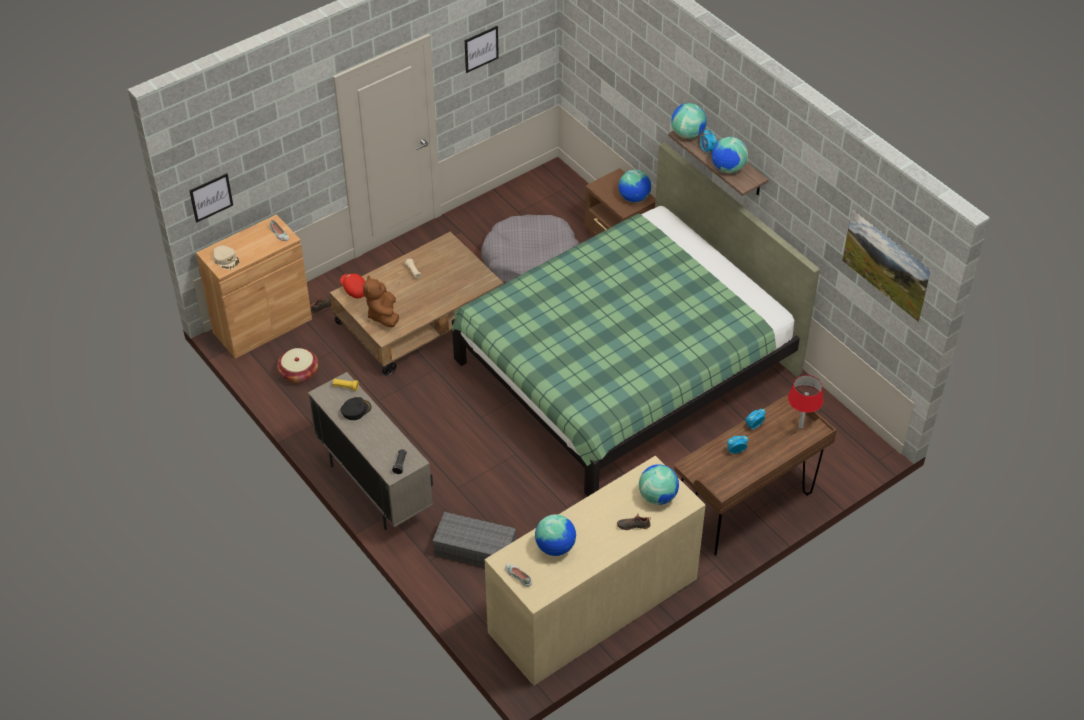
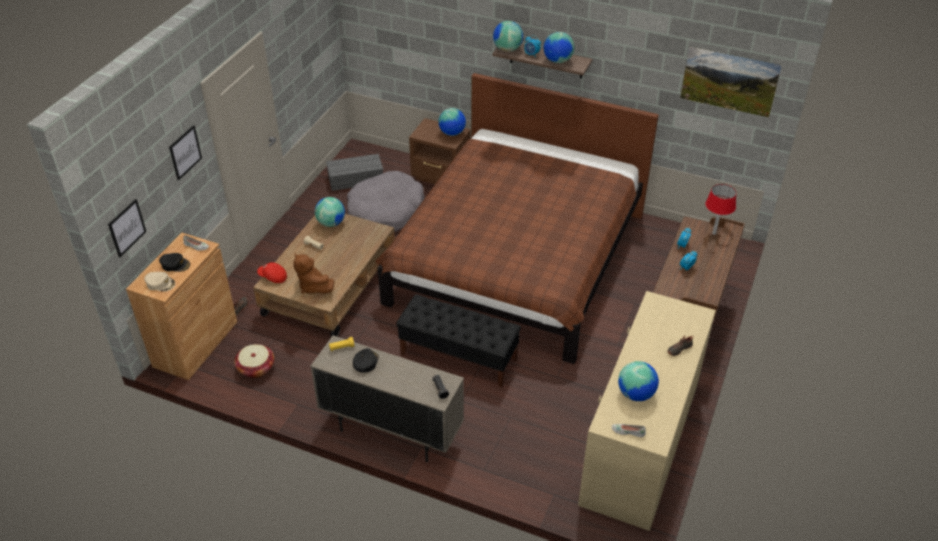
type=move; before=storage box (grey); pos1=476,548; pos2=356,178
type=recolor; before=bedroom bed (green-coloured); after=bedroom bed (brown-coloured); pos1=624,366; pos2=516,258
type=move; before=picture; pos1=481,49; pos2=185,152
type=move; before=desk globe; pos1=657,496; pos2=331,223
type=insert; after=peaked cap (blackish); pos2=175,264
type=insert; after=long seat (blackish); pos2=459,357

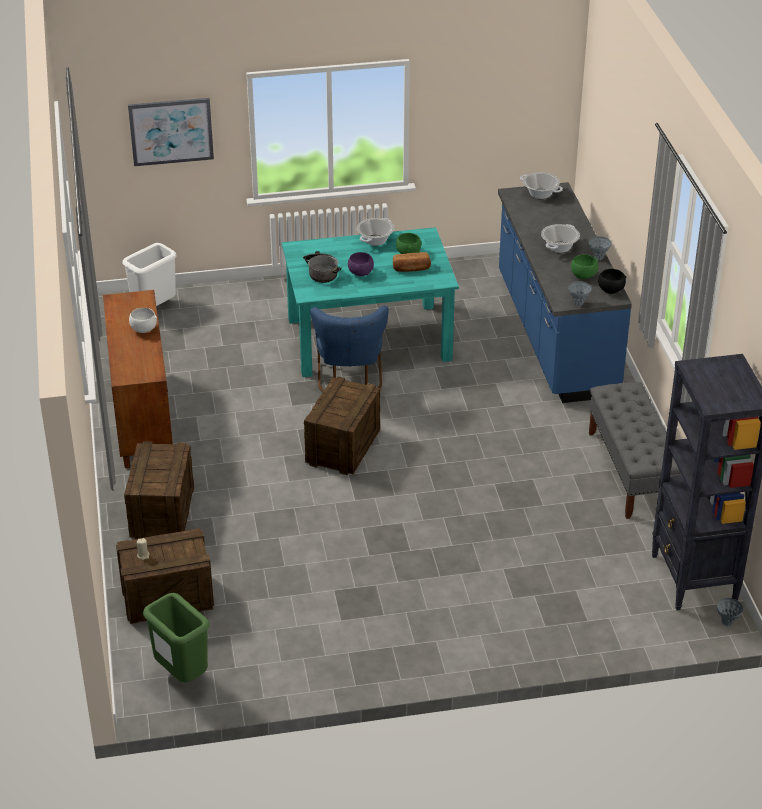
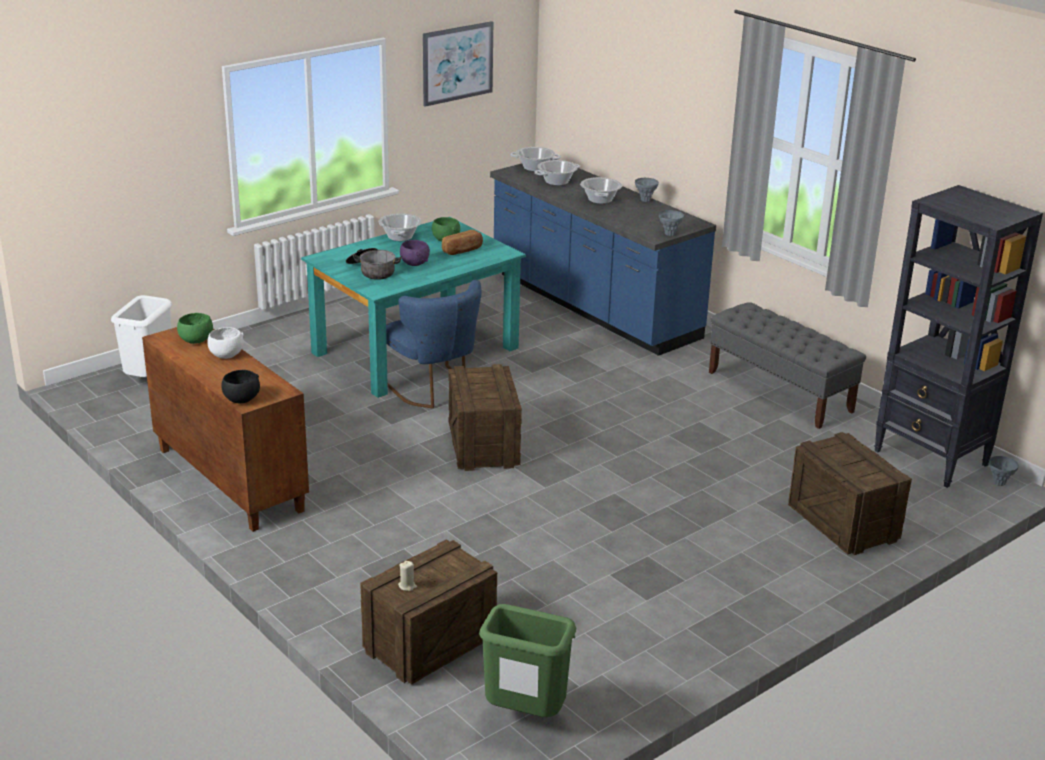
type=move; before=crate; pos1=162,512; pos2=842,522
type=move; before=picture; pos1=171,131; pos2=457,63
type=move; before=bowl (green-coloured); pos1=583,276; pos2=195,340
type=move; before=bowl (blackish); pos1=610,290; pos2=241,400
type=insert; after=saucepot; pos2=556,181

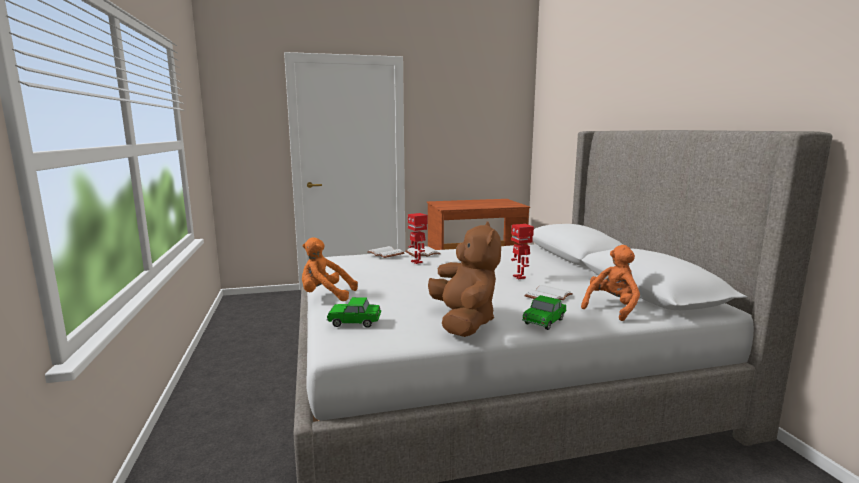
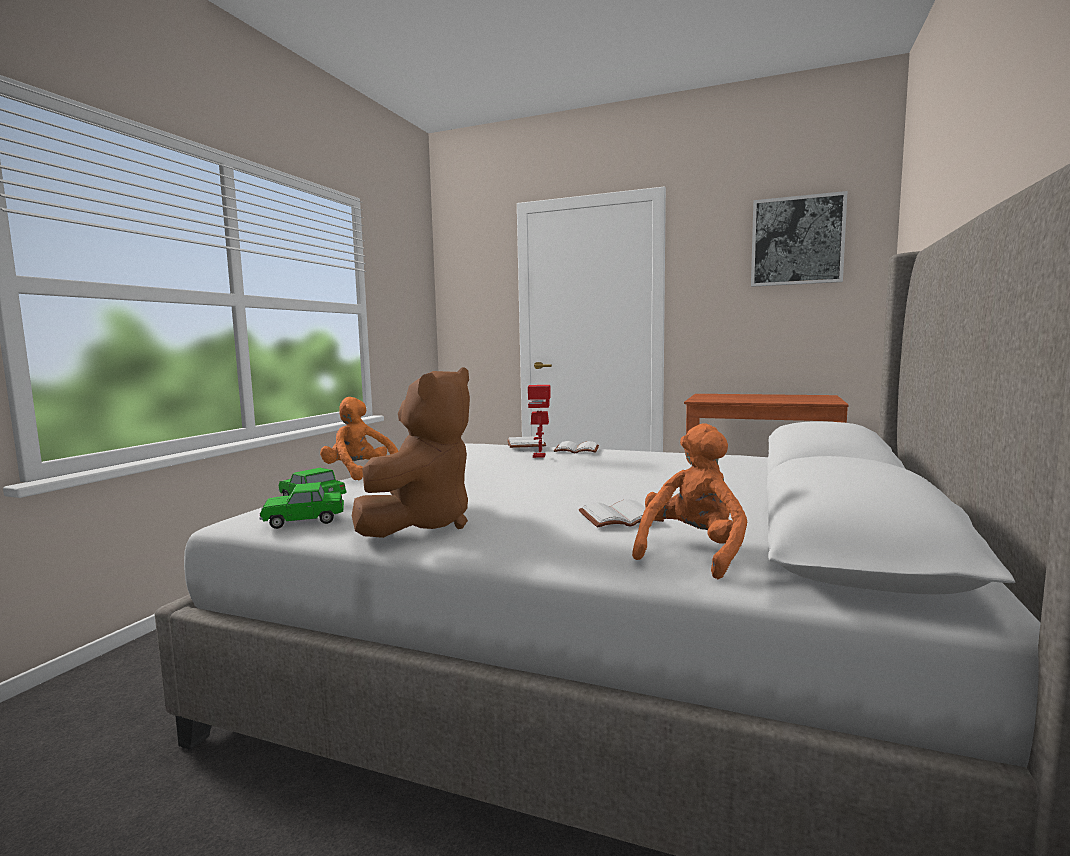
type=delete; before=robot figure; pos1=520,277
type=move; before=toy car; pos1=544,322; pos2=304,521
type=rotate; before=plush toy (orange); pos1=612,308; pos2=692,552; turn=-45
type=insert; after=picture; pos2=797,241

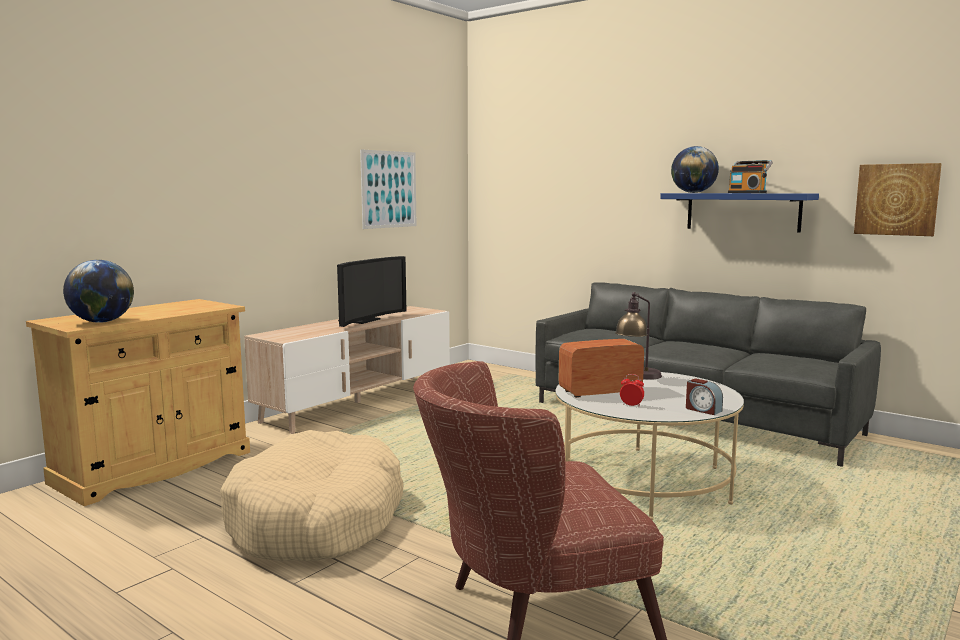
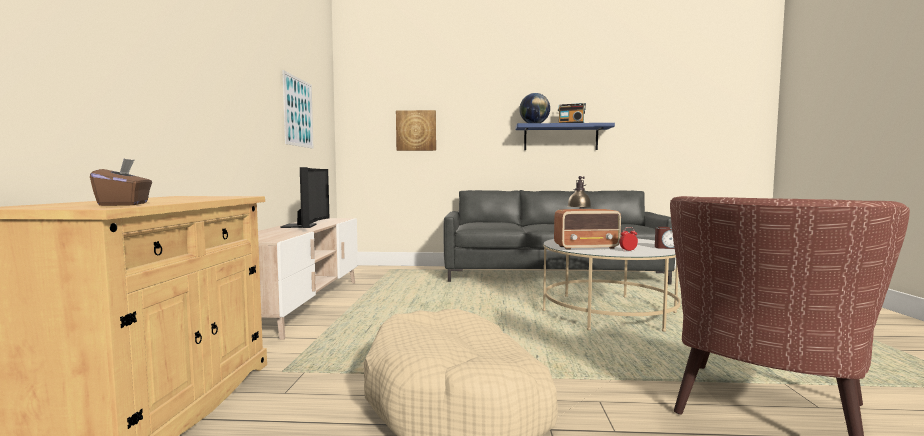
type=replace; before=desk globe; after=tissue box (brown-coloured); pos1=102,322; pos2=125,204
type=rotate; before=radio set; pos1=599,392; pos2=587,247; turn=-135
type=move; before=picture; pos1=896,199; pos2=416,130

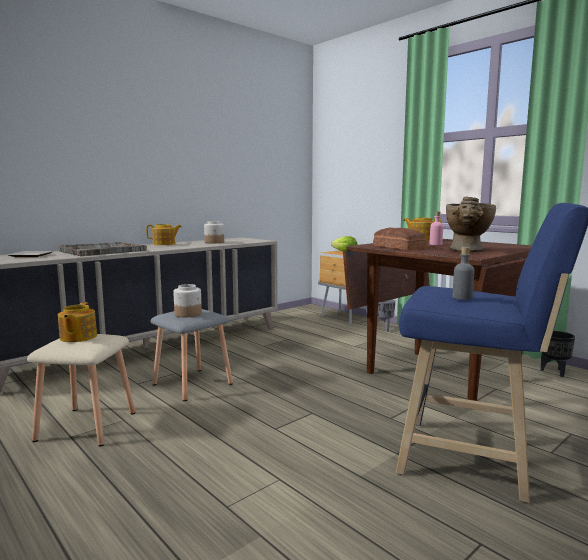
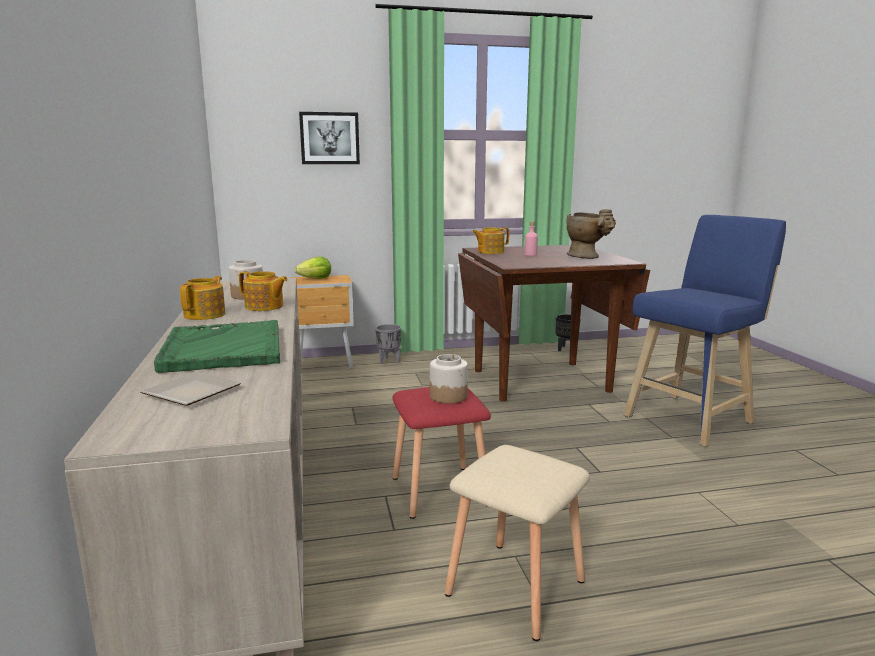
type=recolor; before=carrying tray (grey); after=carrying tray (green-coloured); pos1=102,251; pos2=223,349
type=move; before=teapot; pos1=77,337; pos2=264,307
type=recolor; before=stool (grey); after=stool (reddish); pos1=192,384; pos2=441,492
type=delete; before=baked bread; pos1=398,247
type=delete; before=bottle (grey); pos1=462,297
type=insert; after=picture; pos2=329,138

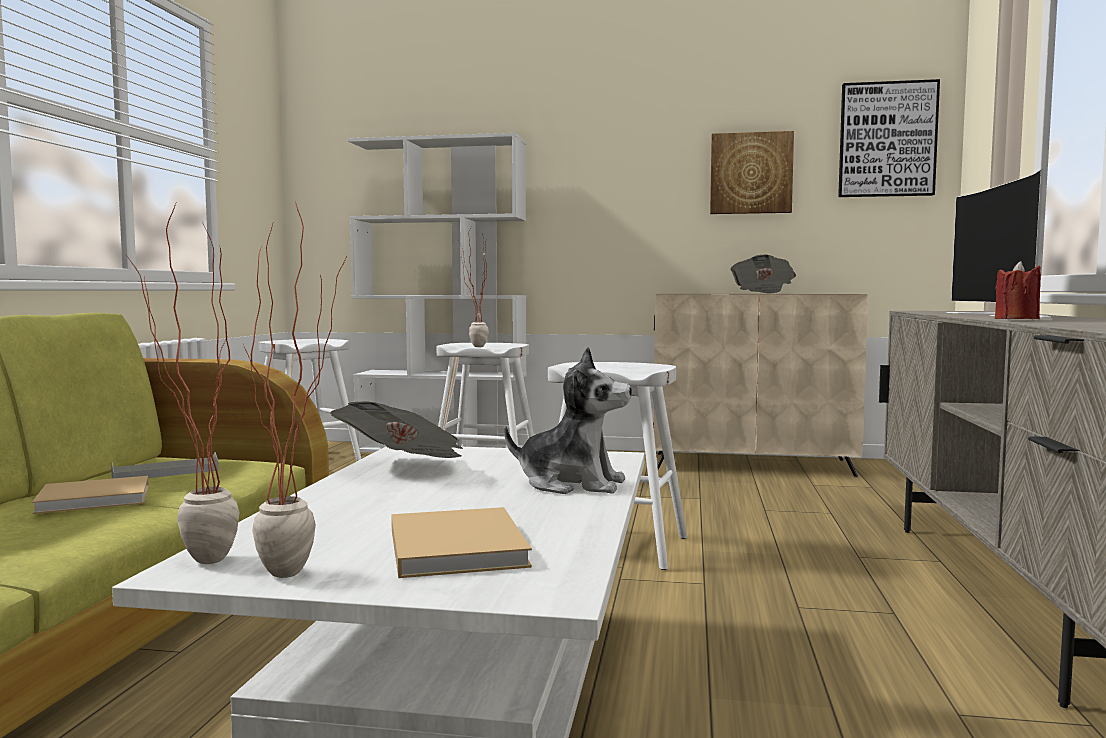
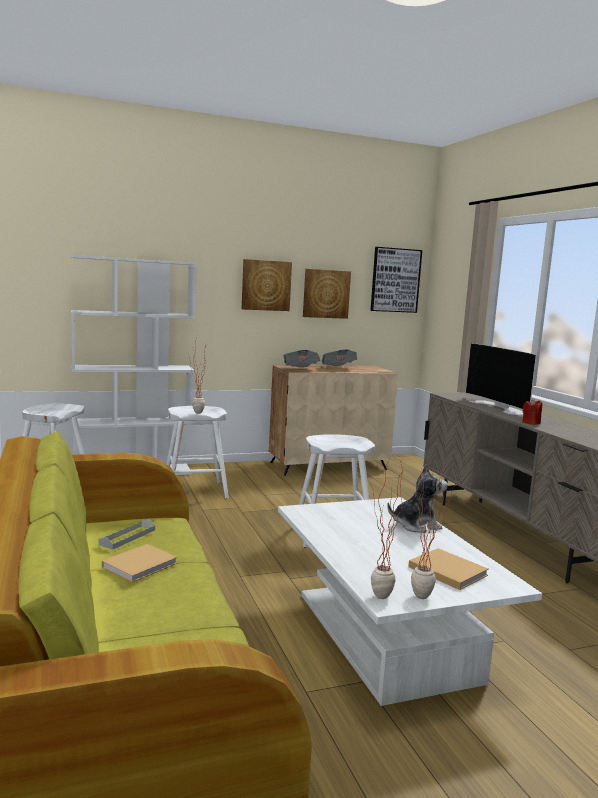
type=move; before=printed paper; pos1=404,469; pos2=301,369
type=insert; after=picture; pos2=266,285

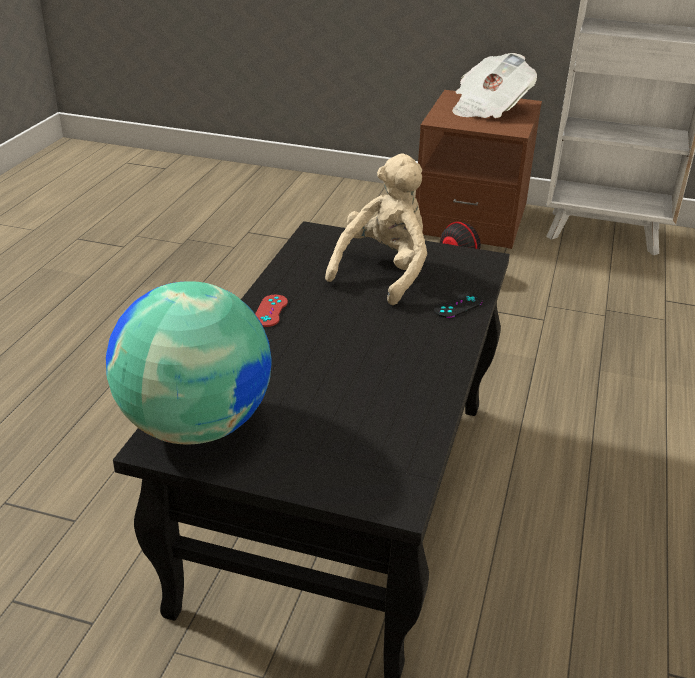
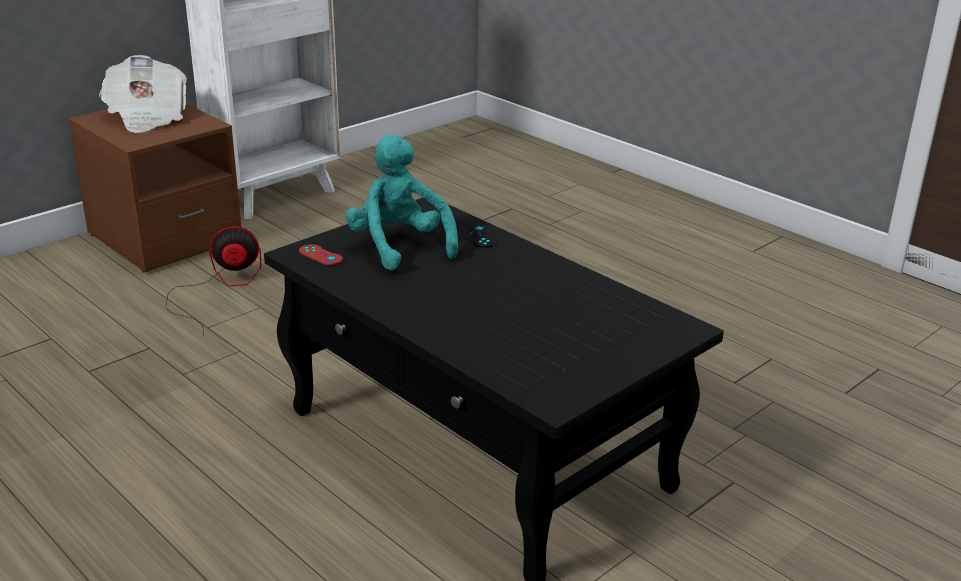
type=delete; before=desk globe; pos1=195,425
type=move; before=game controller (reddish); pos1=270,311; pos2=320,255
type=recolor; before=plush toy (beige-coloured); after=plush toy (turquoise); pos1=384,272; pos2=399,247

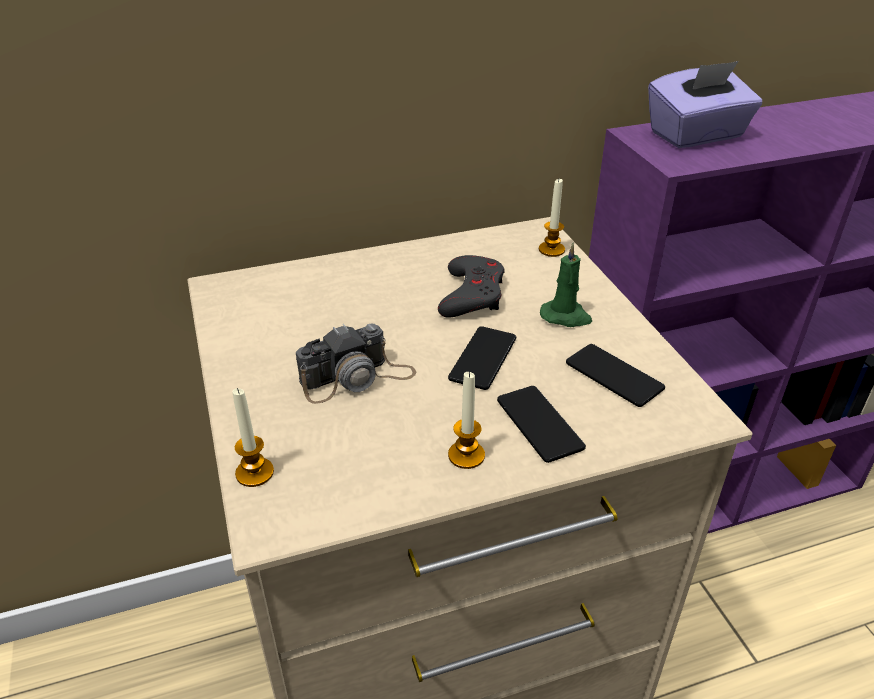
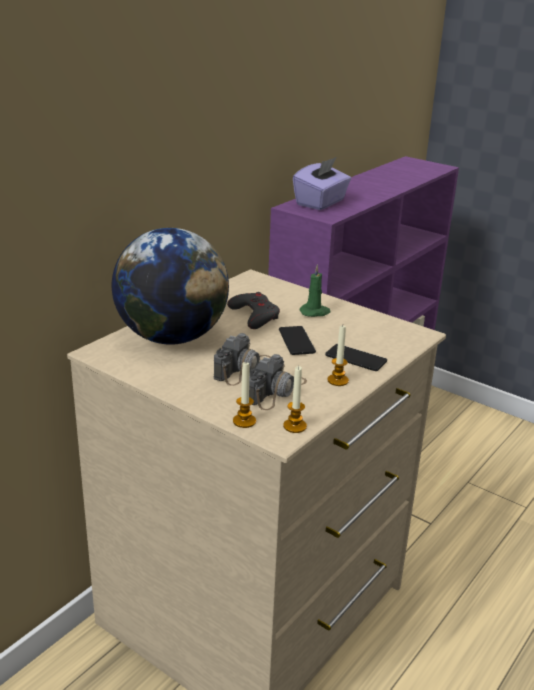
type=move; before=candle; pos1=551,250; pos2=295,426
type=delete; before=handset; pos1=614,376
type=insert; after=desk globe; pos2=172,337
type=insert; after=still camera; pos2=276,391

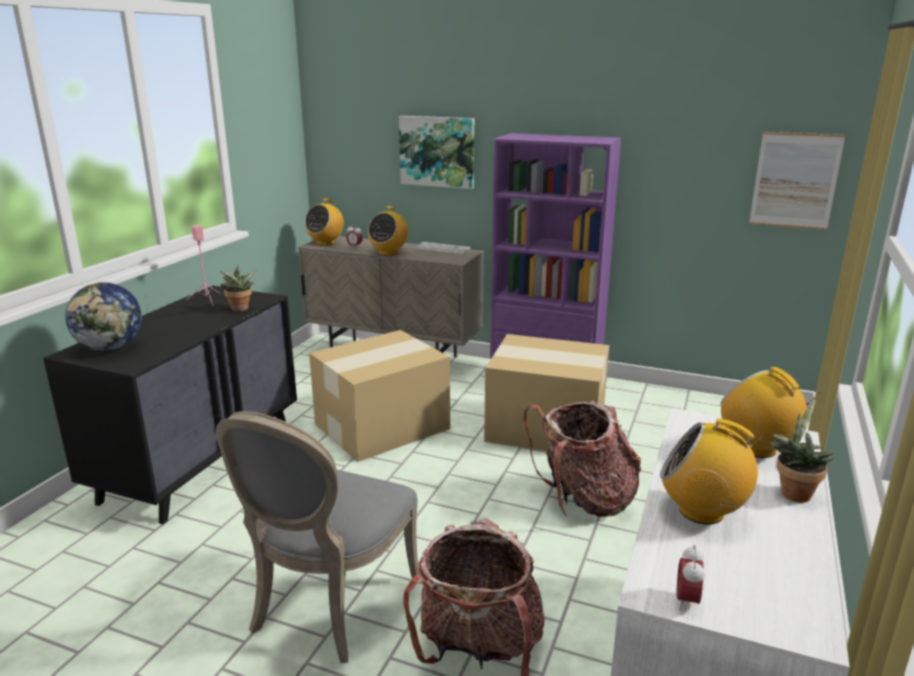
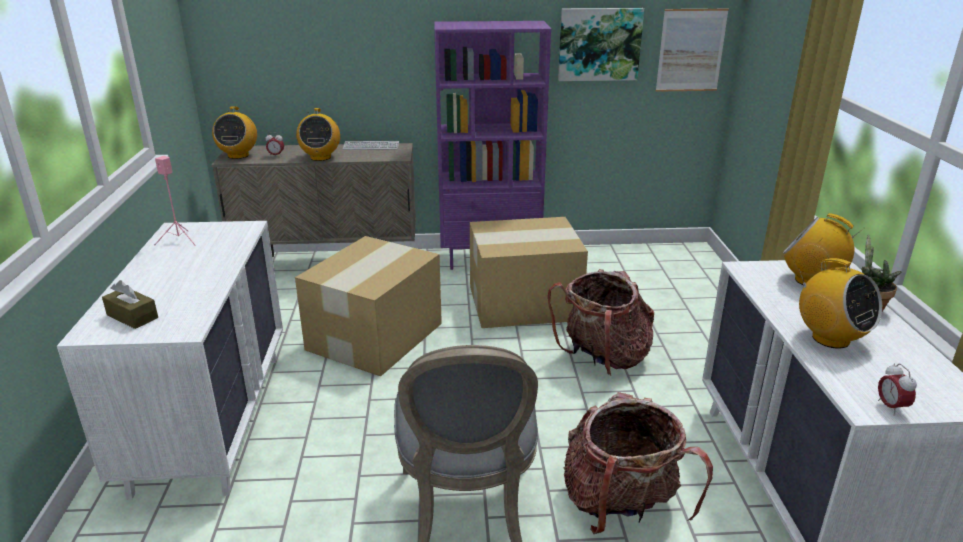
type=recolor; before=chest of drawers (blackish); after=chest of drawers (white); pos1=200,461; pos2=211,419
type=replace; before=desk globe; after=tissue box (brown-coloured); pos1=111,348; pos2=132,316
type=delete; before=houseplant; pos1=240,310
type=move; before=picture; pos1=437,151; pos2=599,44
type=rotate; before=radio set; pos1=702,511; pos2=830,338; turn=-120

